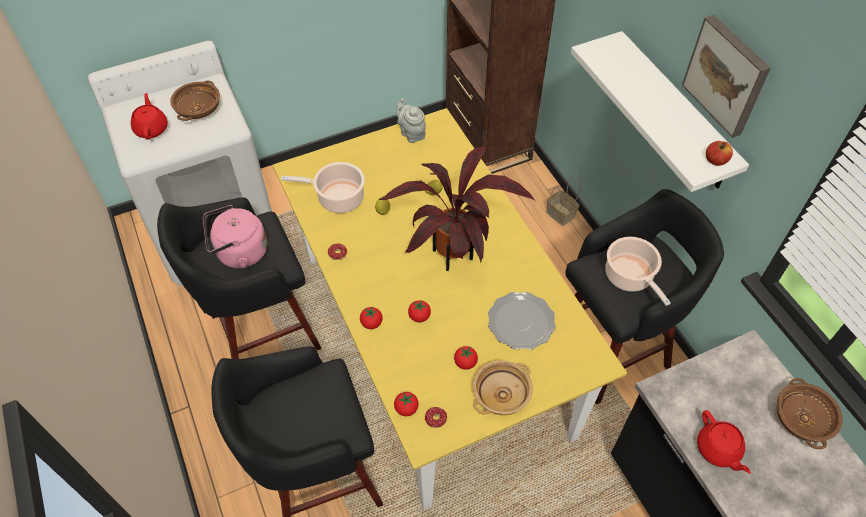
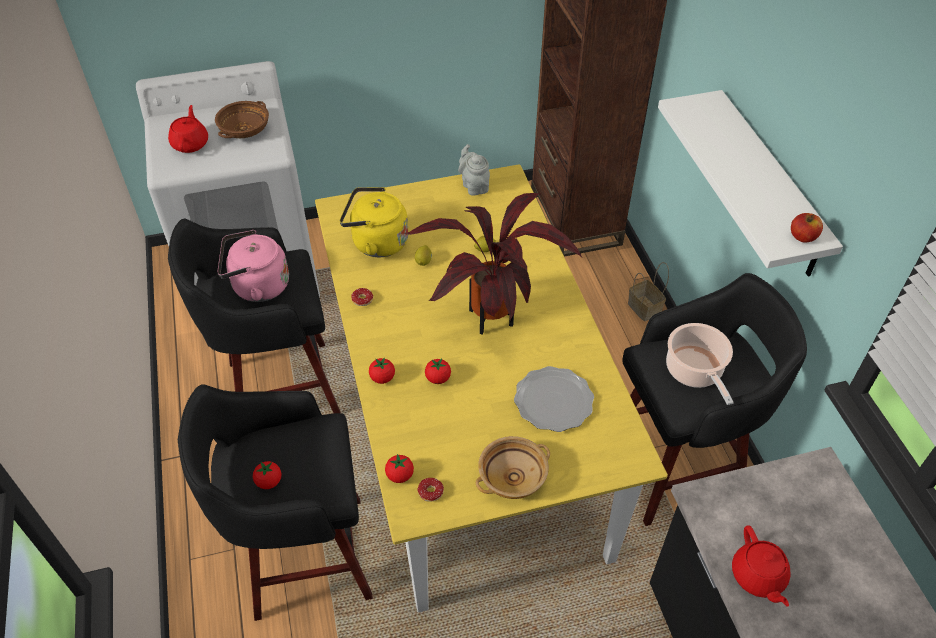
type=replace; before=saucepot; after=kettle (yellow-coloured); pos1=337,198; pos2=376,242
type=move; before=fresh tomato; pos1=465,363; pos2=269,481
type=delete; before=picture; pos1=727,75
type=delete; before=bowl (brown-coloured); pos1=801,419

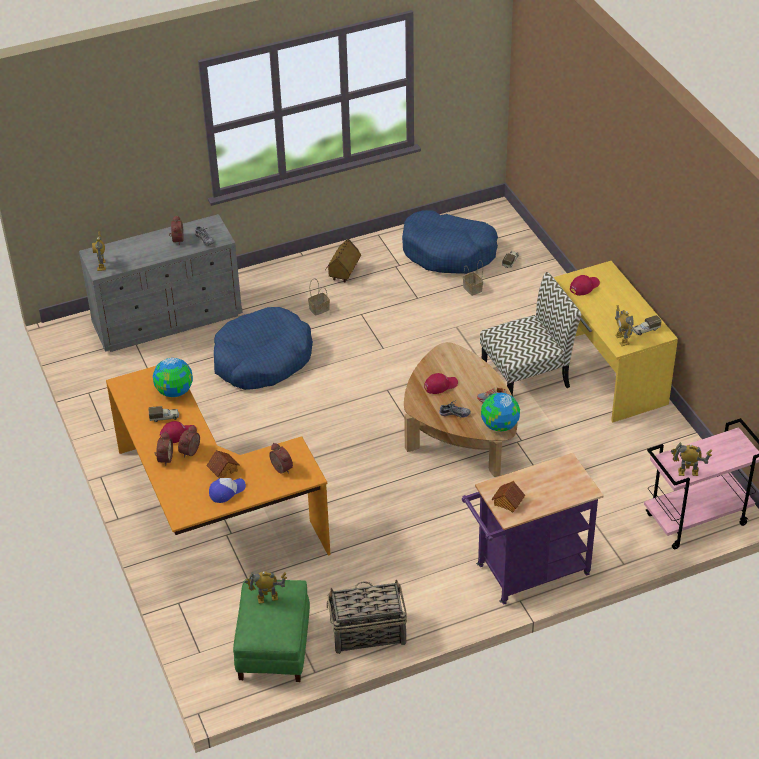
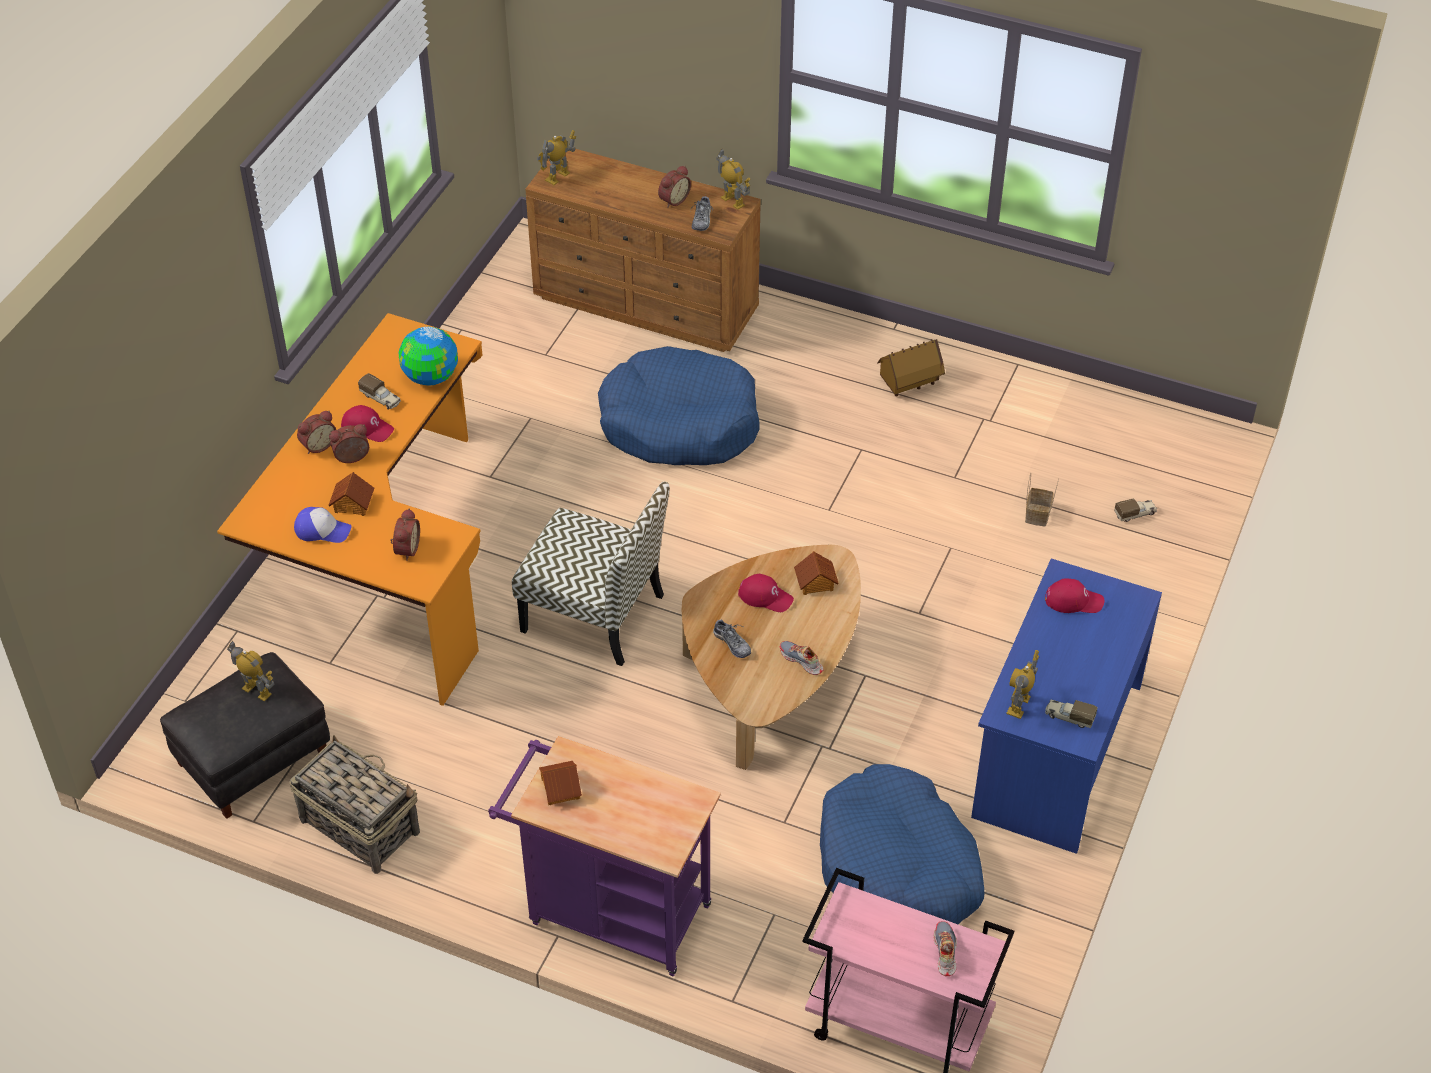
type=recolor; before=chest of drawers (grey); after=chest of drawers (brown-coloured); pos1=168,319; pos2=647,304
type=recolor; before=ottoman (green-coloured); after=ottoman (blackish); pos1=274,648; pos2=253,760
type=delete; before=household basket; pos1=319,308
type=move; before=pet bed (bluish); pos1=449,252; pos2=898,868
type=move; before=upright chair; pos1=526,376; pos2=595,613
type=delete; before=desk globe; pos1=499,426
type=recolor; before=desk (yellow-coloured); after=desk (bluish); pos1=607,373; pos2=1055,749
type=move; before=robot figure; pos1=688,472; pos2=733,201
type=insert; after=miniature house; pos2=815,582
type=insert; after=item of footwear; pos2=944,952

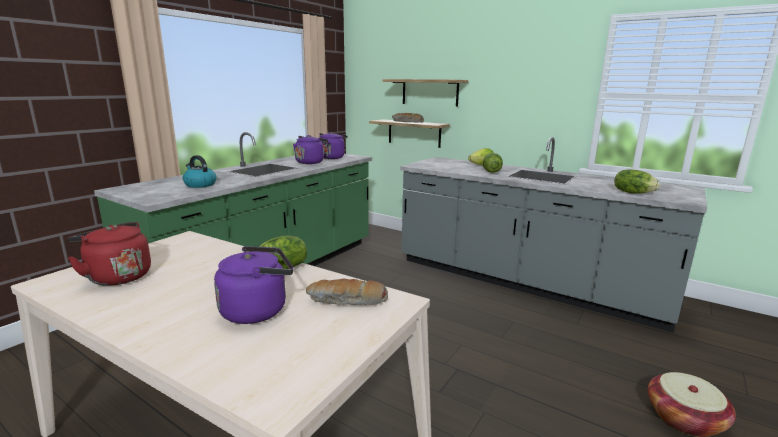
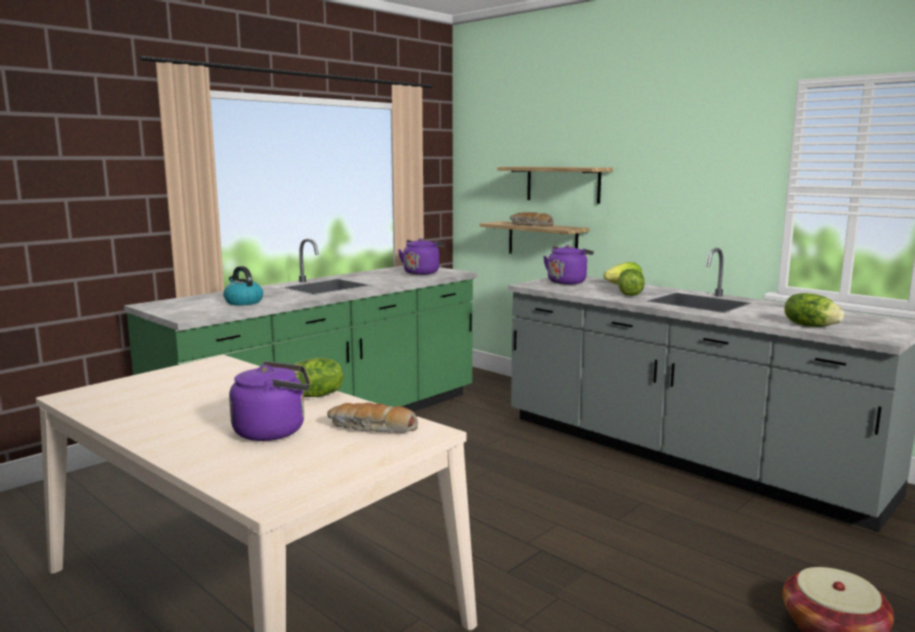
type=delete; before=kettle (reddish); pos1=117,276
type=move; before=kettle (purple); pos1=310,162; pos2=567,282

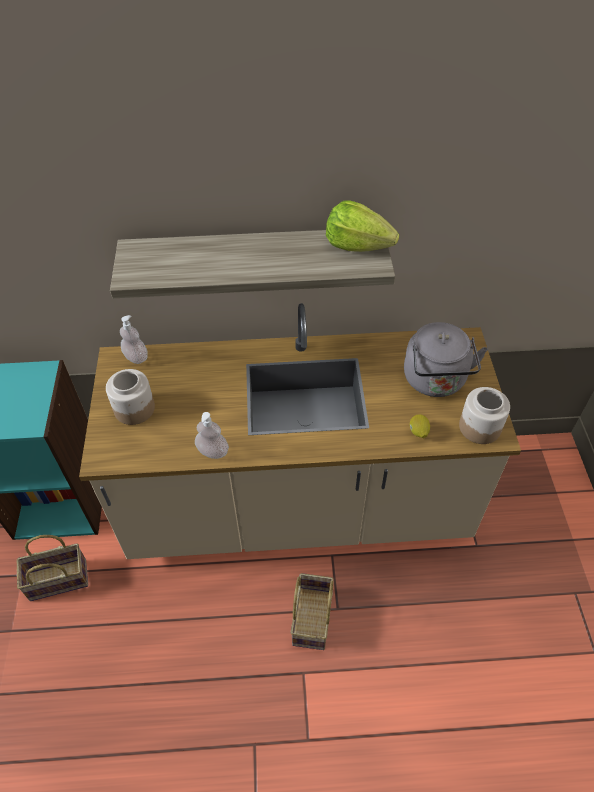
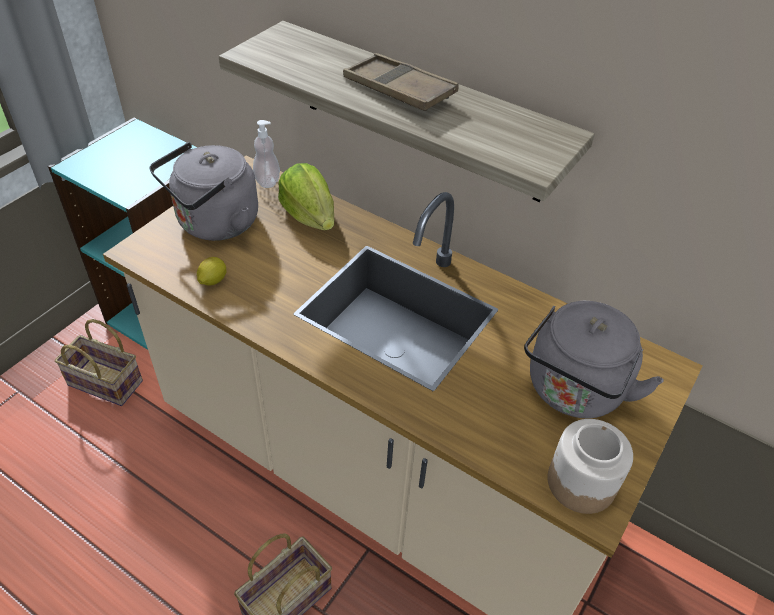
type=replace; before=jar; after=kettle (grey); pos1=134,409; pos2=214,224
type=delete; before=liquid soap bottle; pos1=213,451
type=move; before=lettuce head; pos1=357,245; pos2=309,216
type=move; before=whole lemon; pos1=418,432; pos2=212,281
type=insert; after=carrying tray (brown-coloured); pos2=398,90

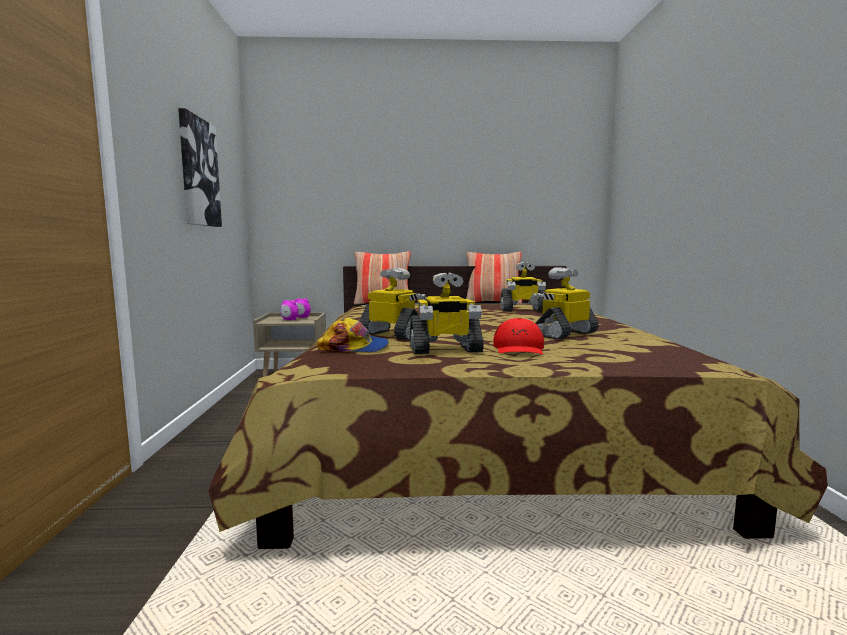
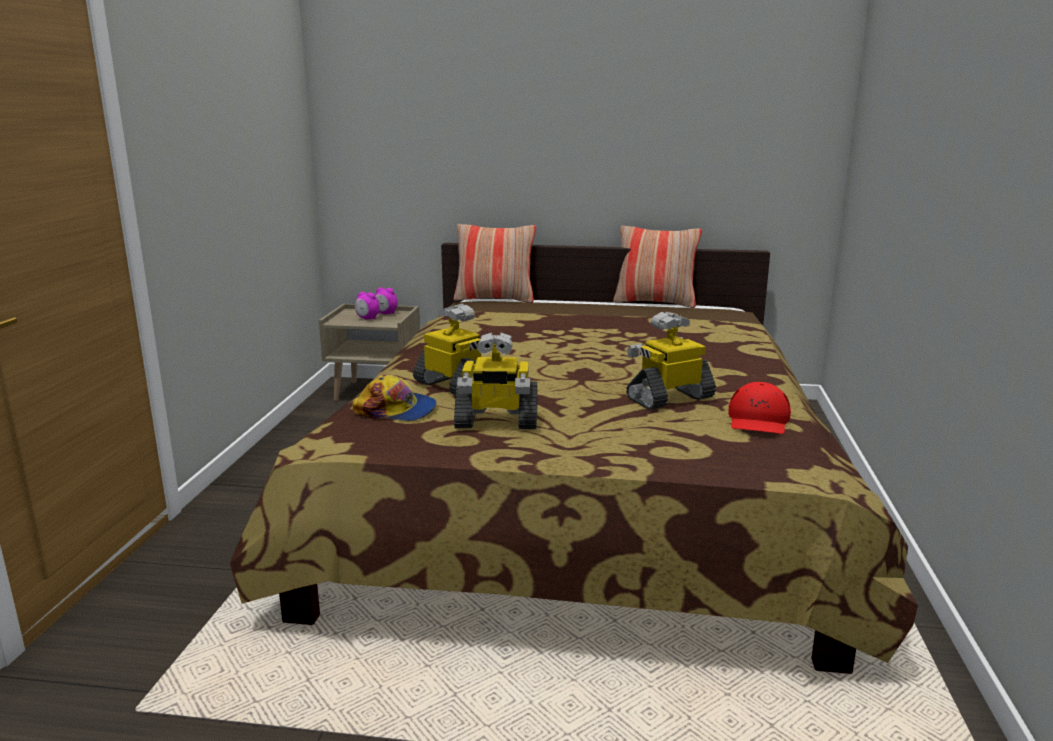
type=delete; before=picture; pos1=198,172
type=move; before=peaked cap (reddish); pos1=519,348; pos2=758,420
type=delete; before=robot figure; pos1=522,310

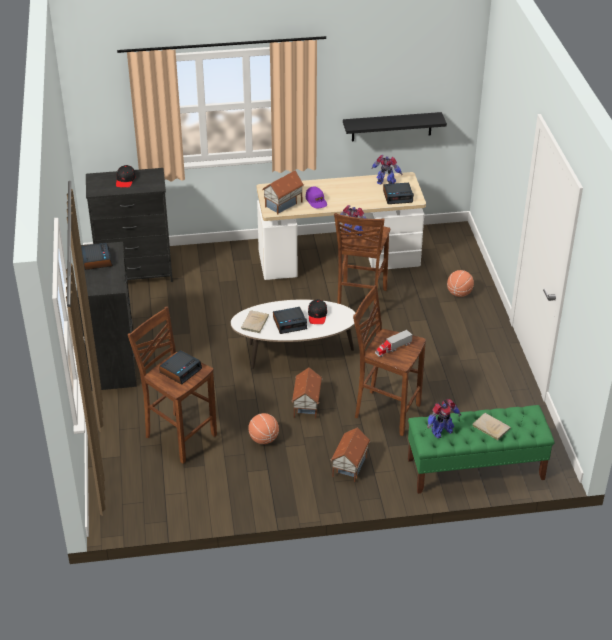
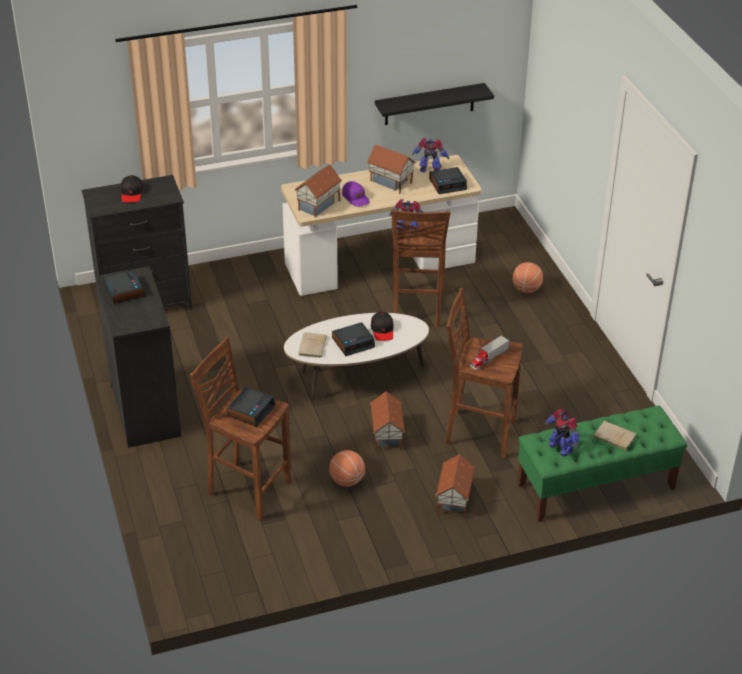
type=rotate; before=robot figure; pos1=441,431; pos2=561,447; turn=90
type=insert; after=miniature house; pos2=390,183

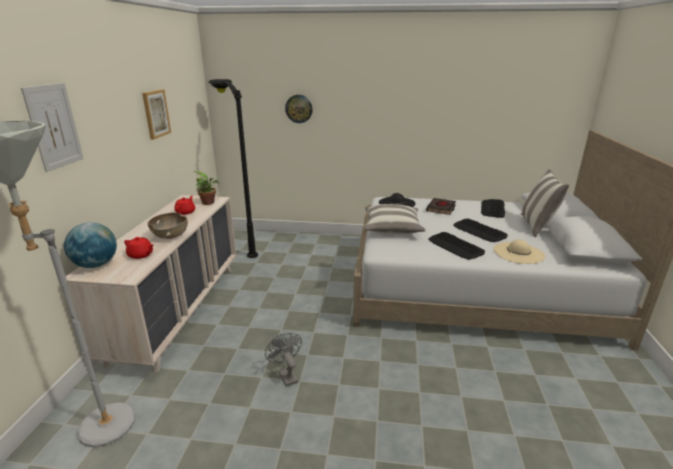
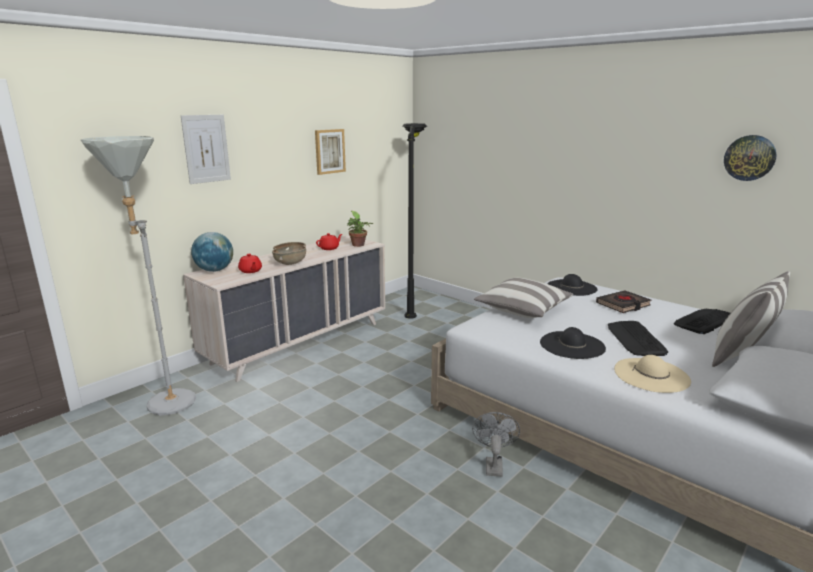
type=move; before=cooling fan (grey); pos1=286,375; pos2=493,464
type=move; before=clock on the wall; pos1=299,108; pos2=749,158
type=replace; before=PC keyboard; after=wearable hat (blackish); pos1=455,246; pos2=572,345

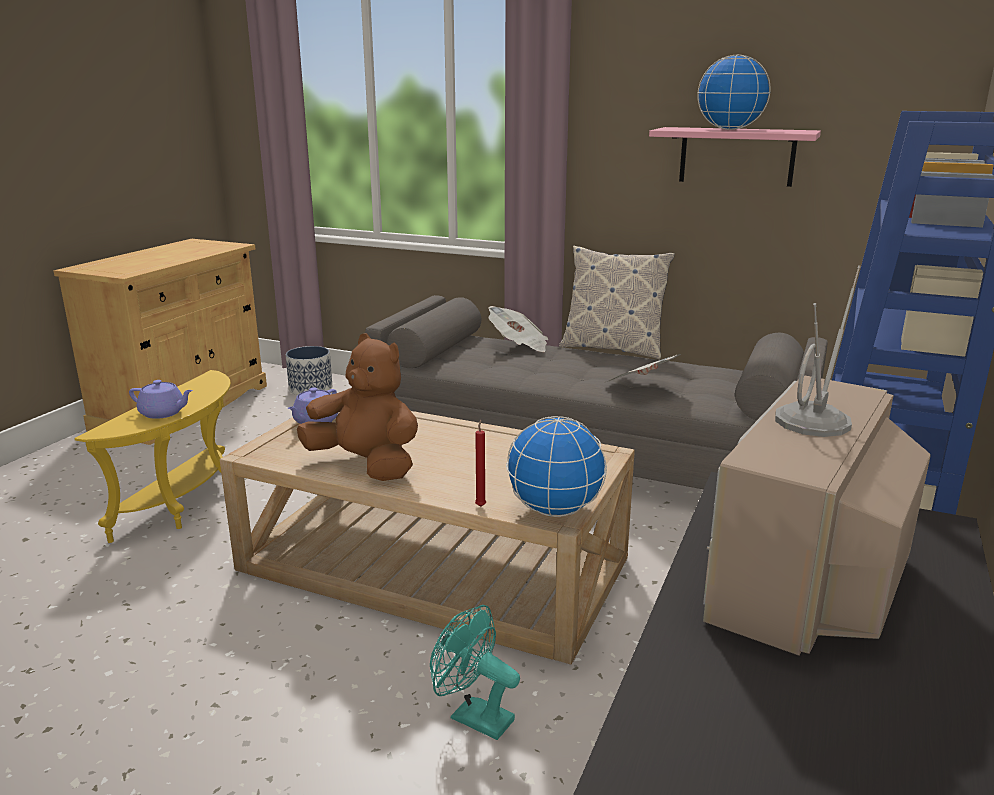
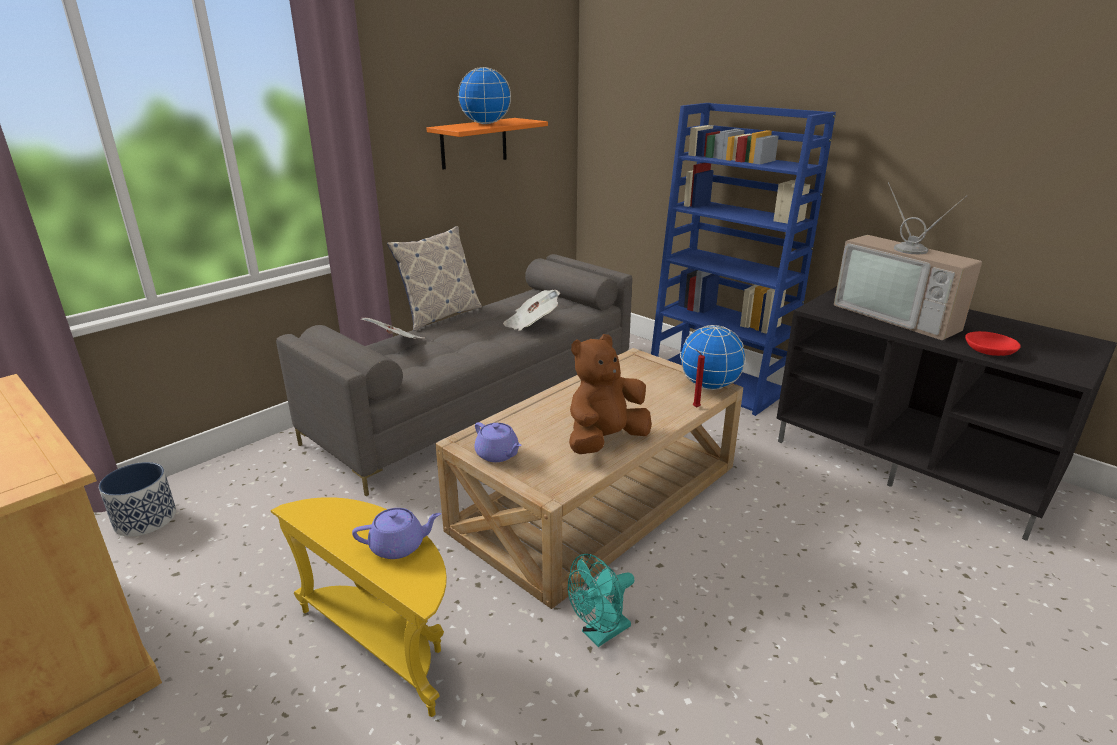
type=rotate; before=teapot (purple); pos1=163,413; pos2=399,546; turn=45
type=move; before=cooling fan (turquoise); pos1=473,717; pos2=600,634
type=recolor; before=wall shelf (pink-coloured); after=wall shelf (orange); pos1=736,156; pos2=474,143
type=insert; after=bowl (reddish); pos2=990,351

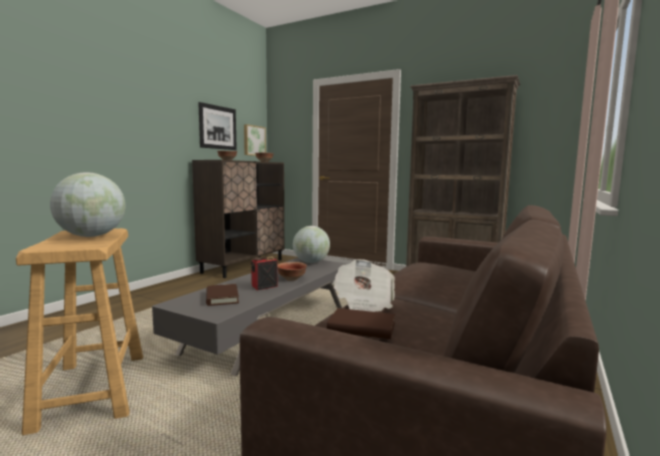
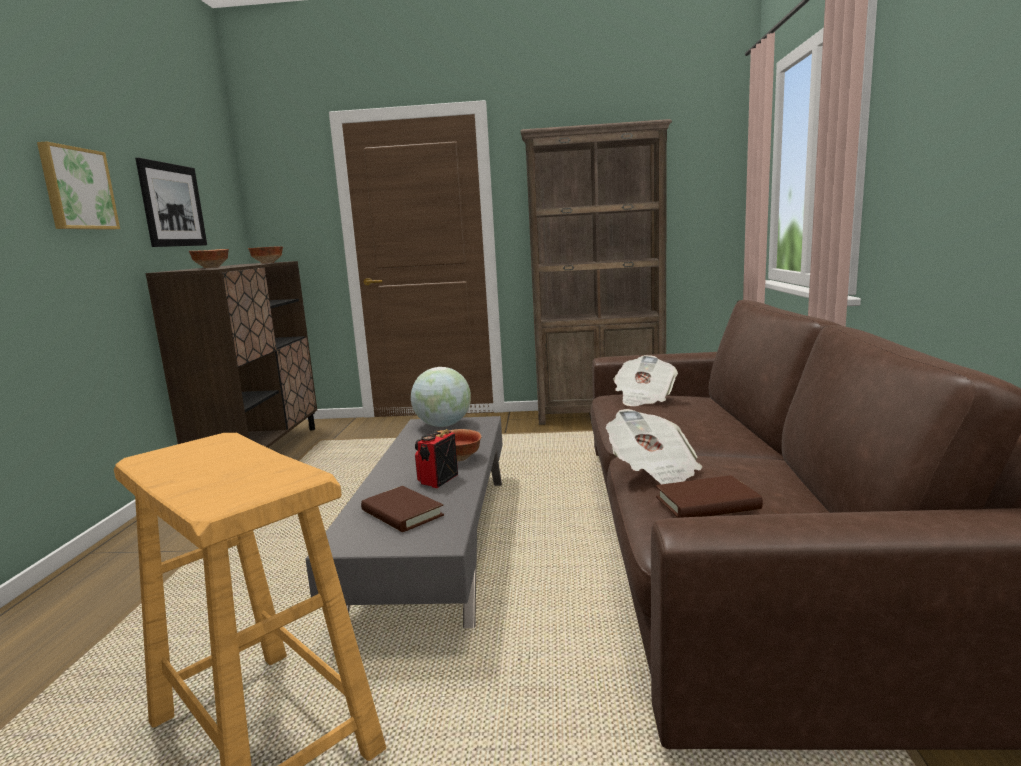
type=delete; before=desk globe; pos1=91,236
type=move; before=picture; pos1=253,140; pos2=77,189
type=insert; after=printed paper; pos2=643,398

